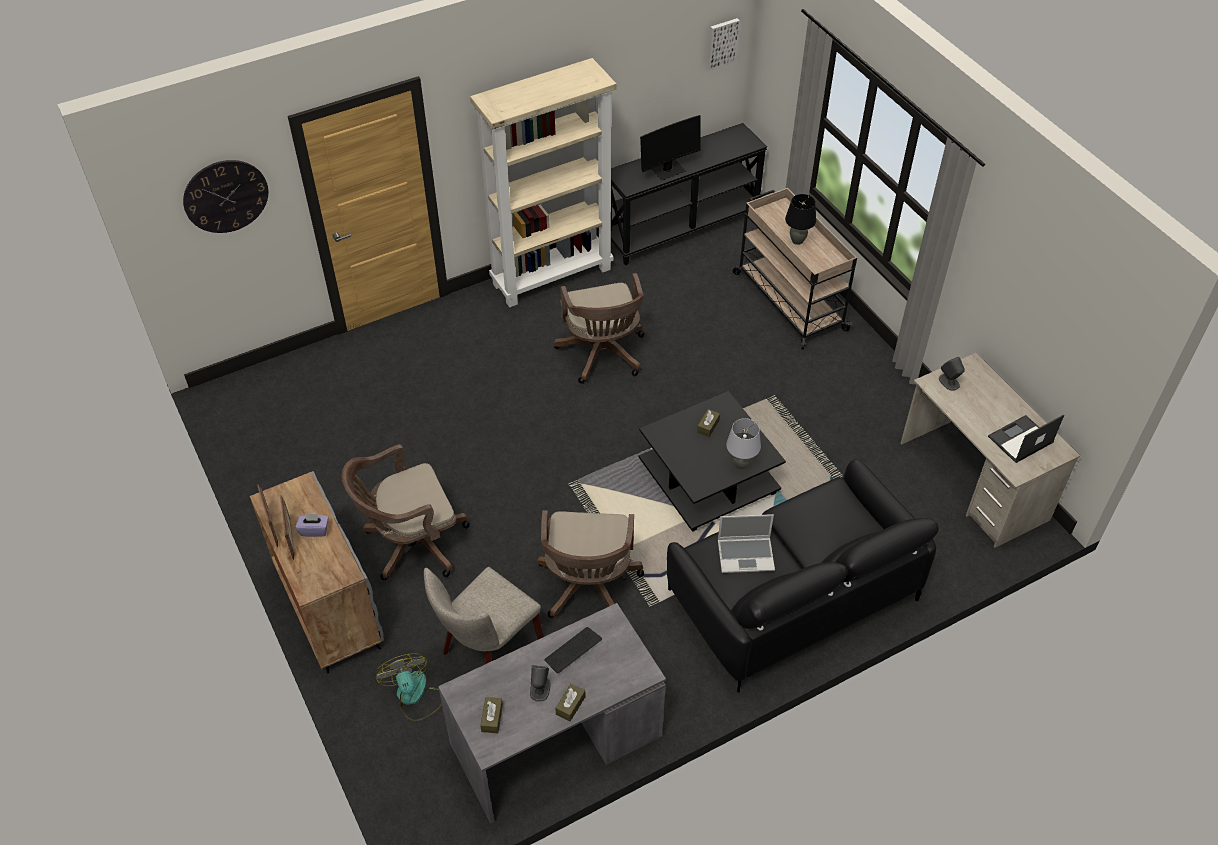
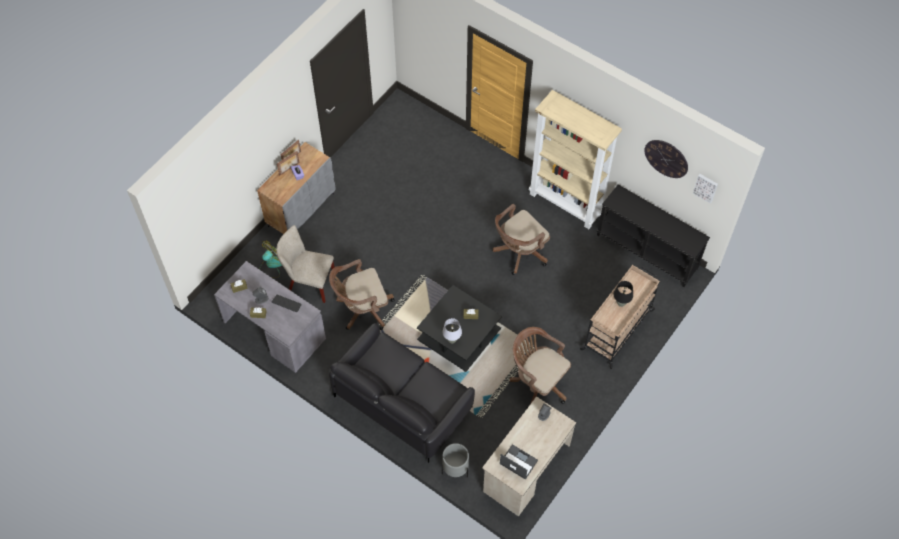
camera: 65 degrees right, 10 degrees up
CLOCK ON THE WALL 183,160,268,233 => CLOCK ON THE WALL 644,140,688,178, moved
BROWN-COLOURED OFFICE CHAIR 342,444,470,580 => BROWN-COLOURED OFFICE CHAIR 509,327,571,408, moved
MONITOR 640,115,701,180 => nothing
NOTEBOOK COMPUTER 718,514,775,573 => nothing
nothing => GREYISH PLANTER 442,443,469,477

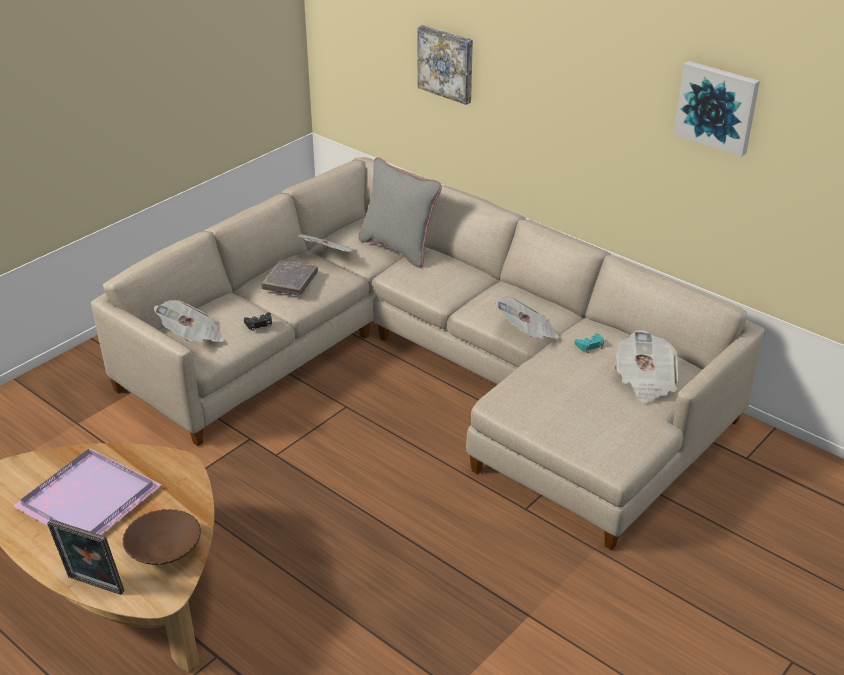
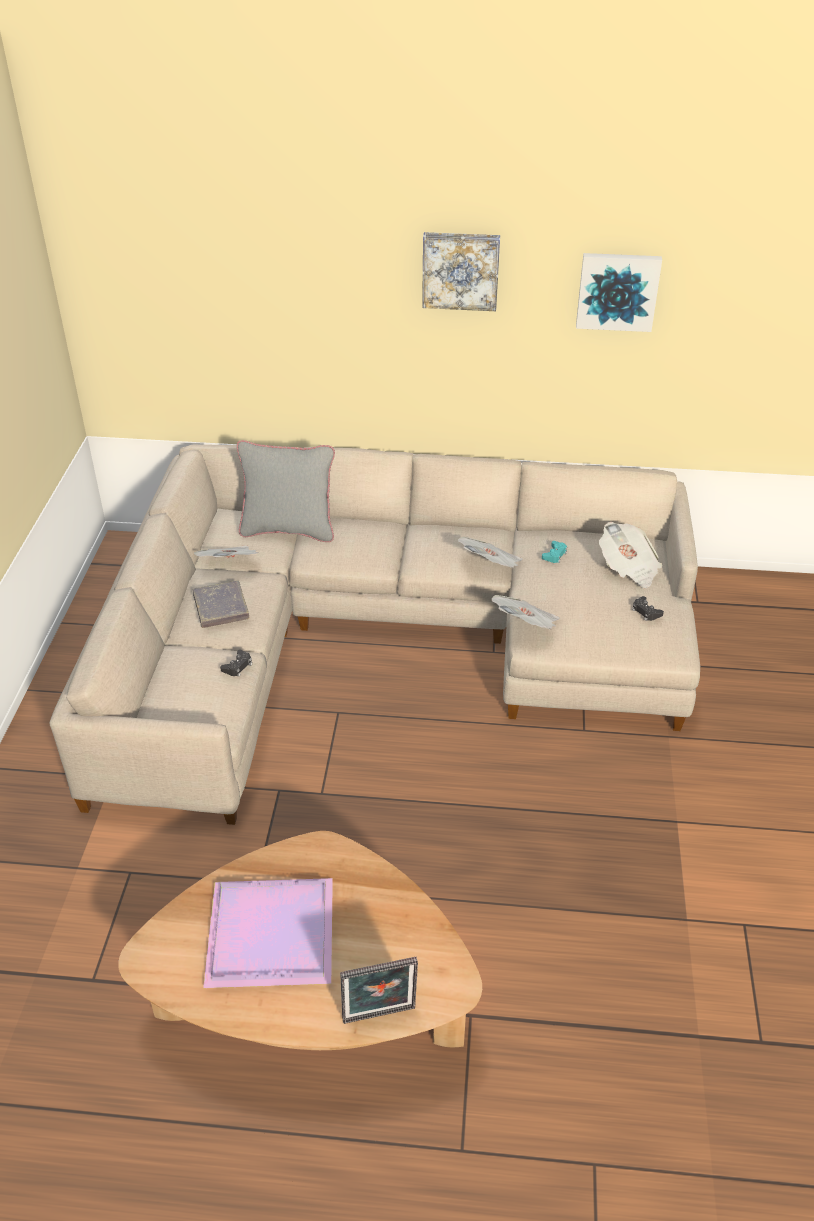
camera: 35 degrees left, 5 degrees up
BROWN-COLOURED BOWL 123,509,201,565 => nothing
NEWSPAPER 154,300,224,343 => NEWSPAPER 492,595,560,630, moved
WALL PICTURE 418,25,473,105 => WALL PICTURE 422,232,500,311, moved
nothing => BLACK GAME CONTROLLER 632,596,664,621

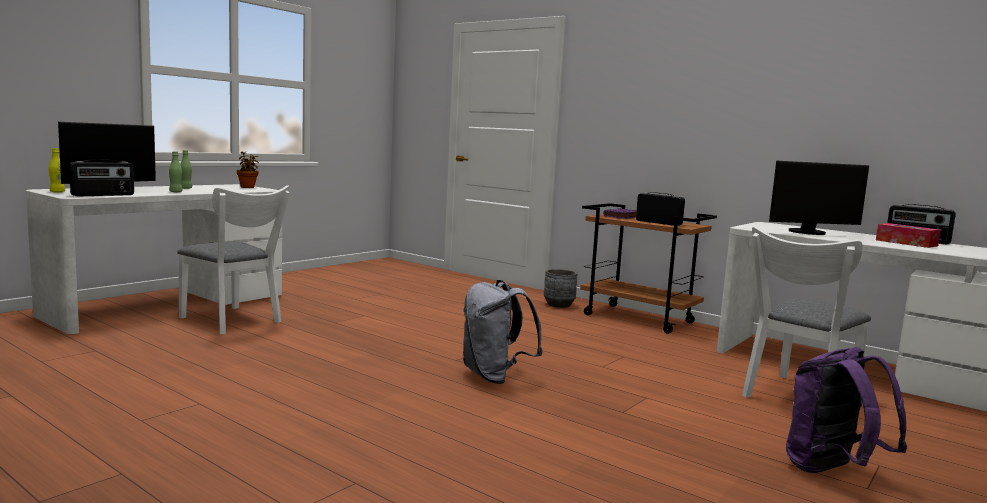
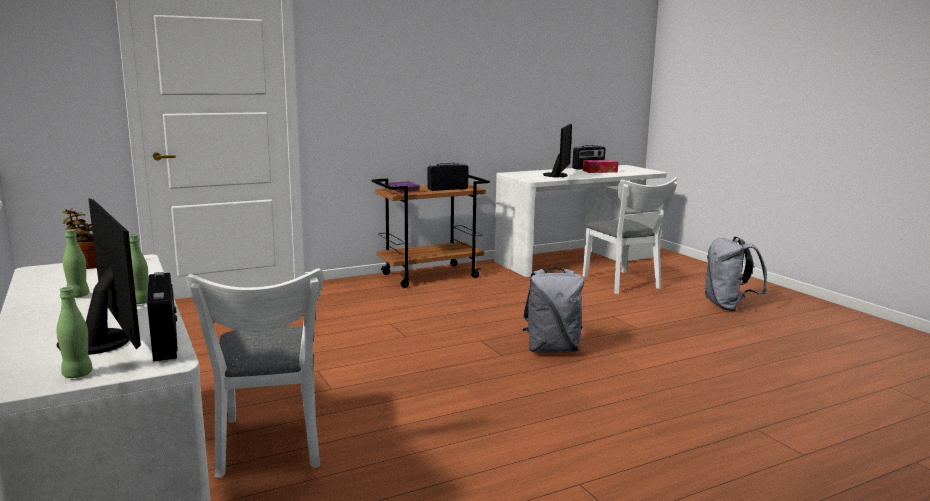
camera: 65 degrees left, 5 degrees up
YELLOWISH BOTTLE 49,148,65,193 => GREENISH BOTTLE 56,287,93,378
WHITISH UPRIGHT CHAIR 177,185,290,335 => WHITISH UPRIGHT CHAIR 186,268,323,478, 105 degrees clockwise
GREYISH PLANTER 544,269,578,308 => nothing
PURPLE BACKPACK 786,347,907,473 => GREYISH BACKPACK 705,237,767,311

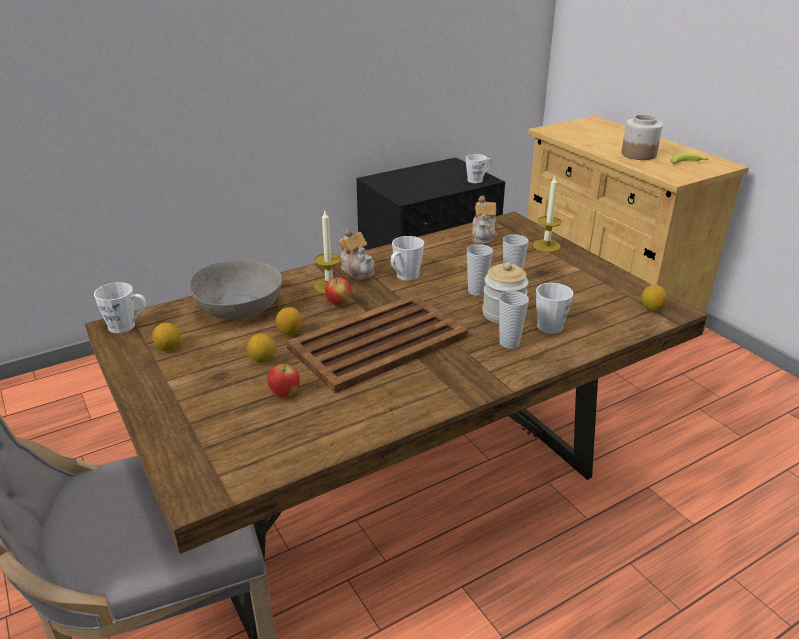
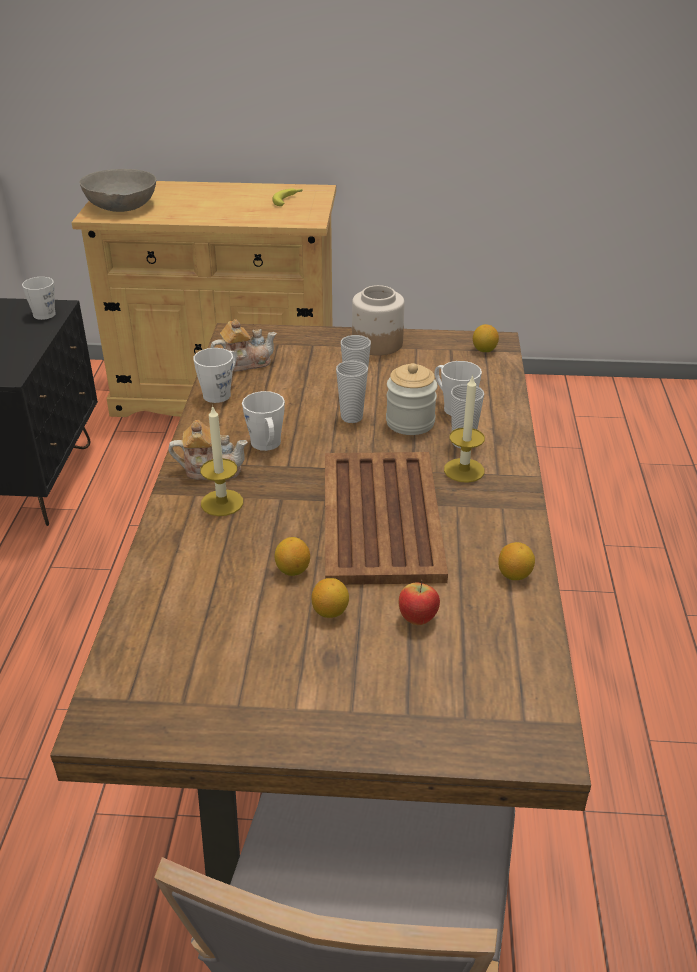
camera: 55 degrees left, 5 degrees up
WHITISH TEA MUG 94,283,146,333 => WHITISH TEA MUG 193,348,237,403, moved
CITRUS FRUIT 152,323,181,352 => CITRUS FRUIT 498,542,535,580, moved
GREYISH BOWL 189,260,282,320 => GREYISH BOWL 80,169,156,212, moved
APPLE 325,277,352,306 => nothing
TEAPOT 471,196,497,244 => TEAPOT 211,319,277,371, 60 degrees counterclockwise
WAX LIGHT 533,176,562,252 => WAX LIGHT 444,375,485,483, moved
PRESERVE JAR 621,114,663,160 => PRESERVE JAR 352,285,405,356, moved

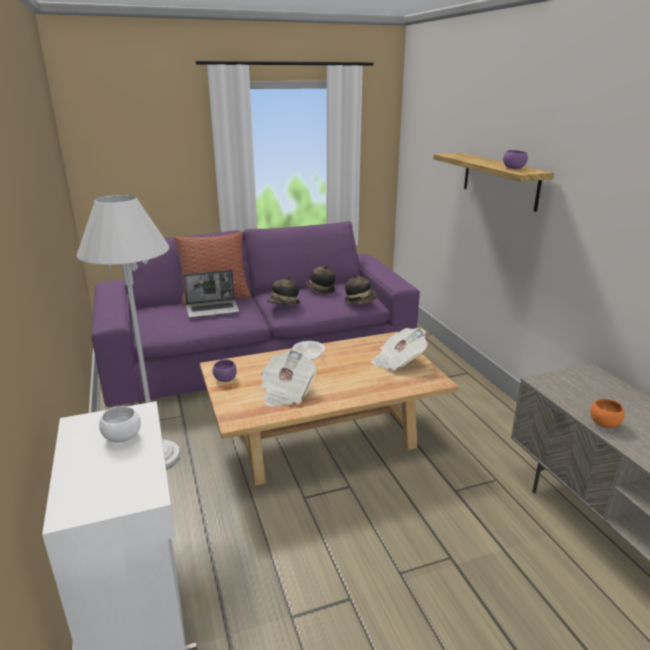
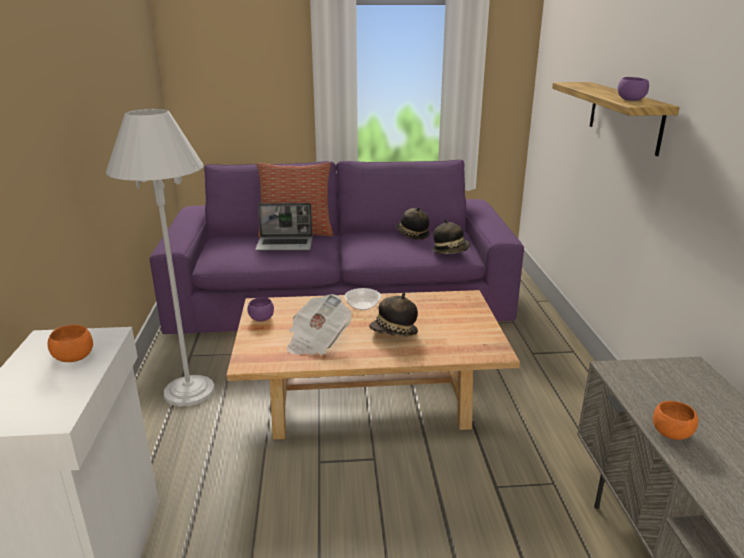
camera: 15 degrees right, 0 degrees up
WHITISH BOWL 99,406,141,442 => ORANGEY BOWL 48,325,93,362
HAT 267,276,300,305 => HAT 369,293,418,336, moved
NEWSPAPER 371,328,428,371 => nothing

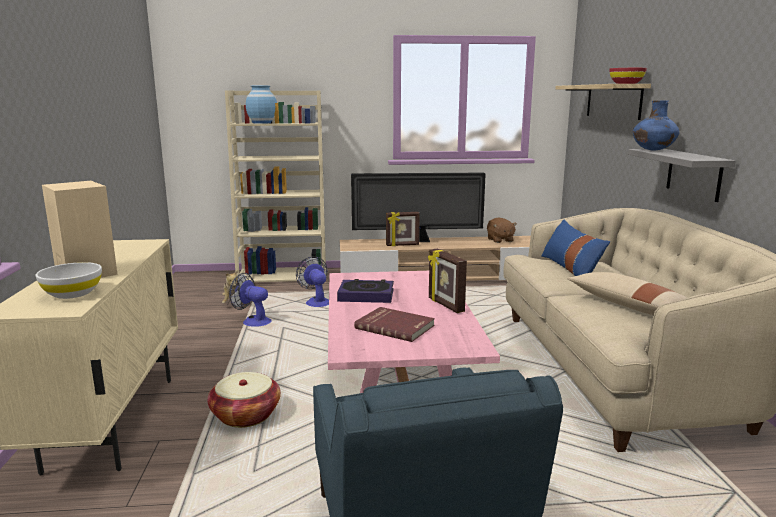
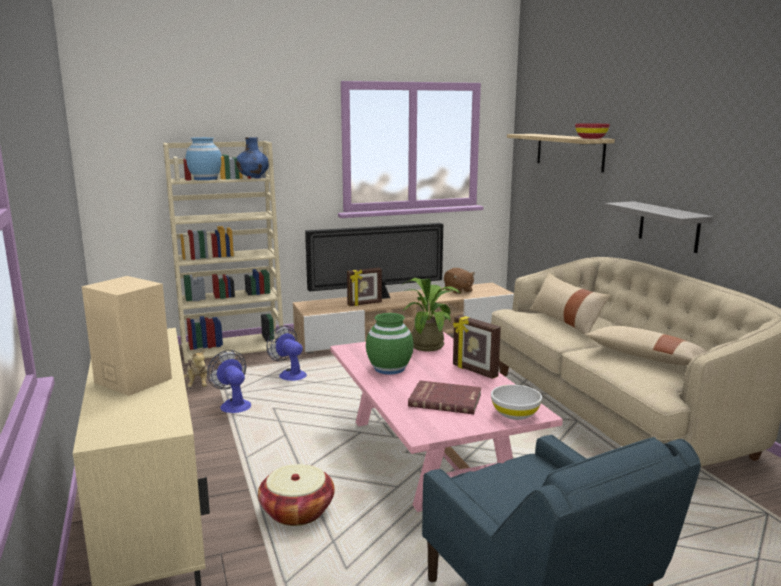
camera: 15 degrees left, 0 degrees up
WHITISH BOWL 36,262,102,299 => WHITISH BOWL 491,385,542,420, moved
COOLING FAN 229,273,272,327 => COOLING FAN 207,350,251,413, 45 degrees clockwise
VOLUME 337,279,394,303 => GREENISH FLOWER VASE 366,313,414,375
BLUE PILLOW 541,220,610,276 => BEIGE PILLOW 530,273,610,335
BLUE FLOWER VASE 633,100,679,150 => BLUE FLOWER VASE 236,137,269,178, moved
nothing => HOUSEPLANT 402,278,462,351

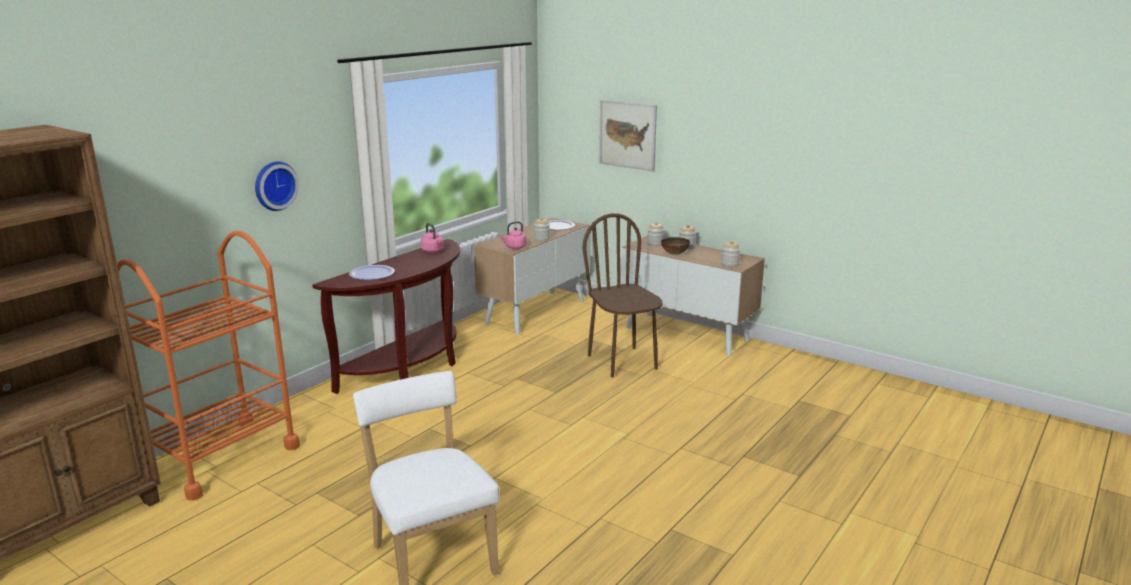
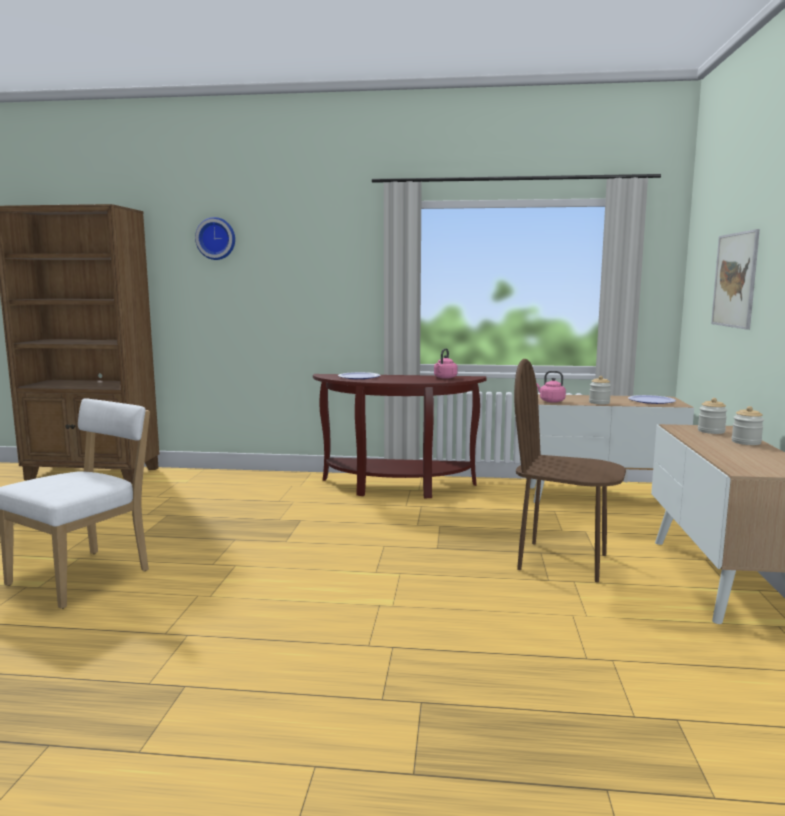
camera: 60 degrees right, 10 degrees down
ORANGEY CART 117,231,300,501 => nothing
CLOCK ON THE WALL 255,162,299,211 => CLOCK ON THE WALL 195,217,235,260, moved
BROWN-COLOURED UPRIGHT CHAIR 582,213,663,378 => BROWN-COLOURED UPRIGHT CHAIR 514,359,626,582, 105 degrees counterclockwise
BOWL 661,237,690,255 => nothing
PRESERVE JAR 721,241,740,267 => nothing

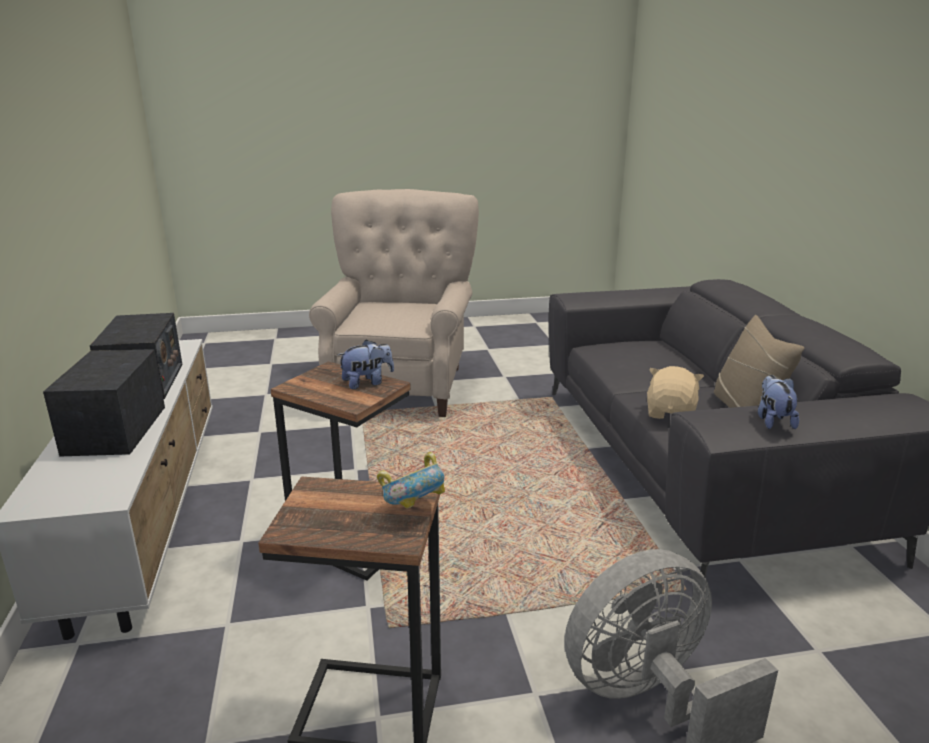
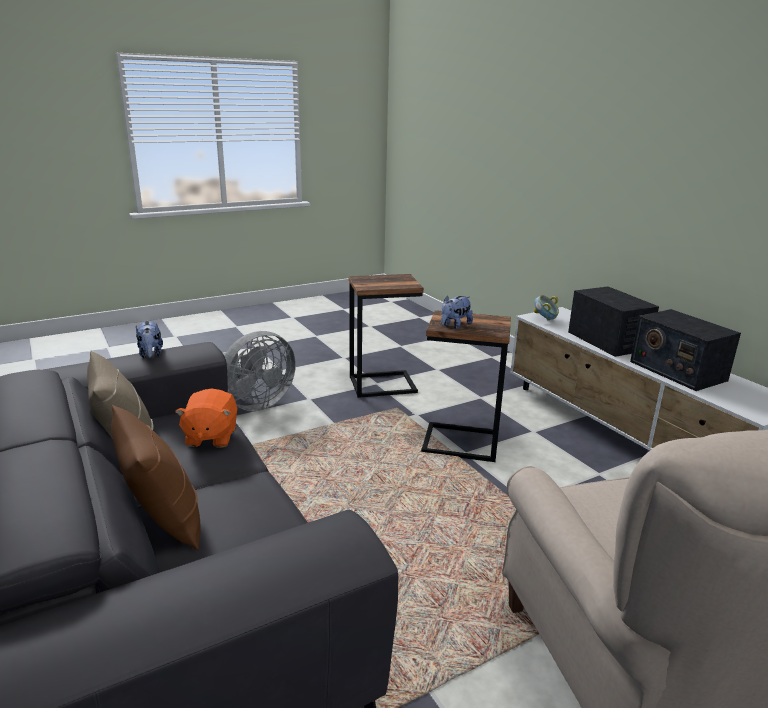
camera: 160 degrees right, 0 degrees up
BOWL 377,452,445,509 => BOWL 534,295,559,321, moved
BEIGE CUDDLY TOY 647,366,704,419 => ORANGEY CUDDLY TOY 175,389,237,448
nothing => BROWN-COLOURED PILLOW 111,405,201,550

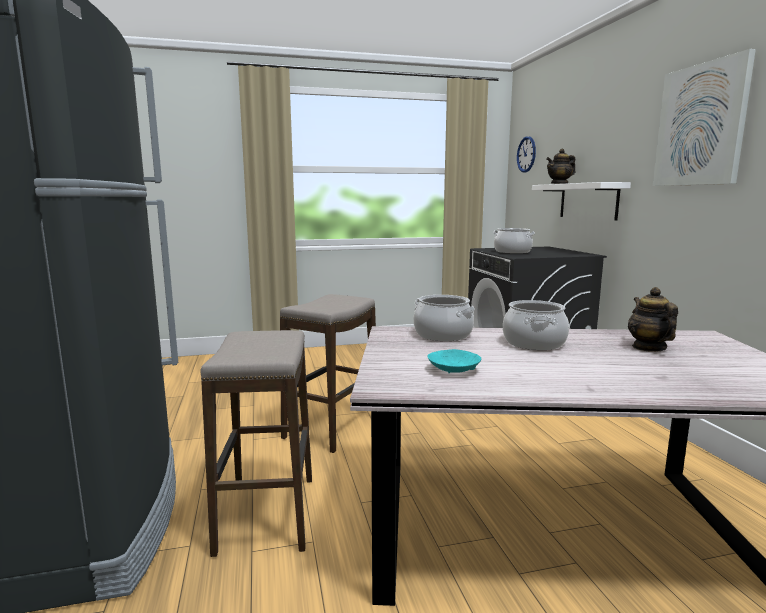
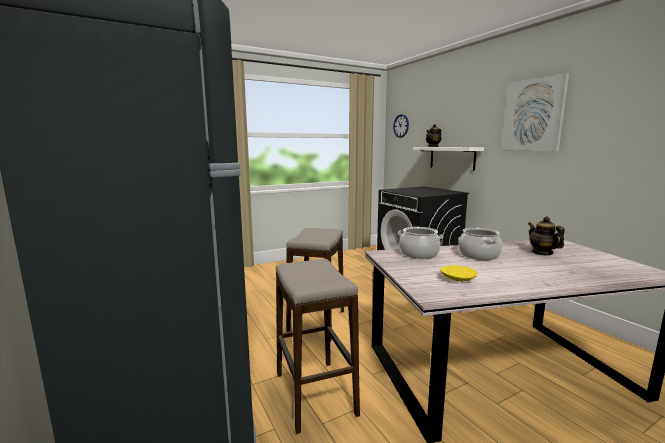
camera: 15 degrees left, 0 degrees up
TURQUOISE-COLOURED BOWL 427,349,481,374 => YELLOWISH BOWL 440,265,478,282
SAUCEPOT 493,228,535,254 => nothing

